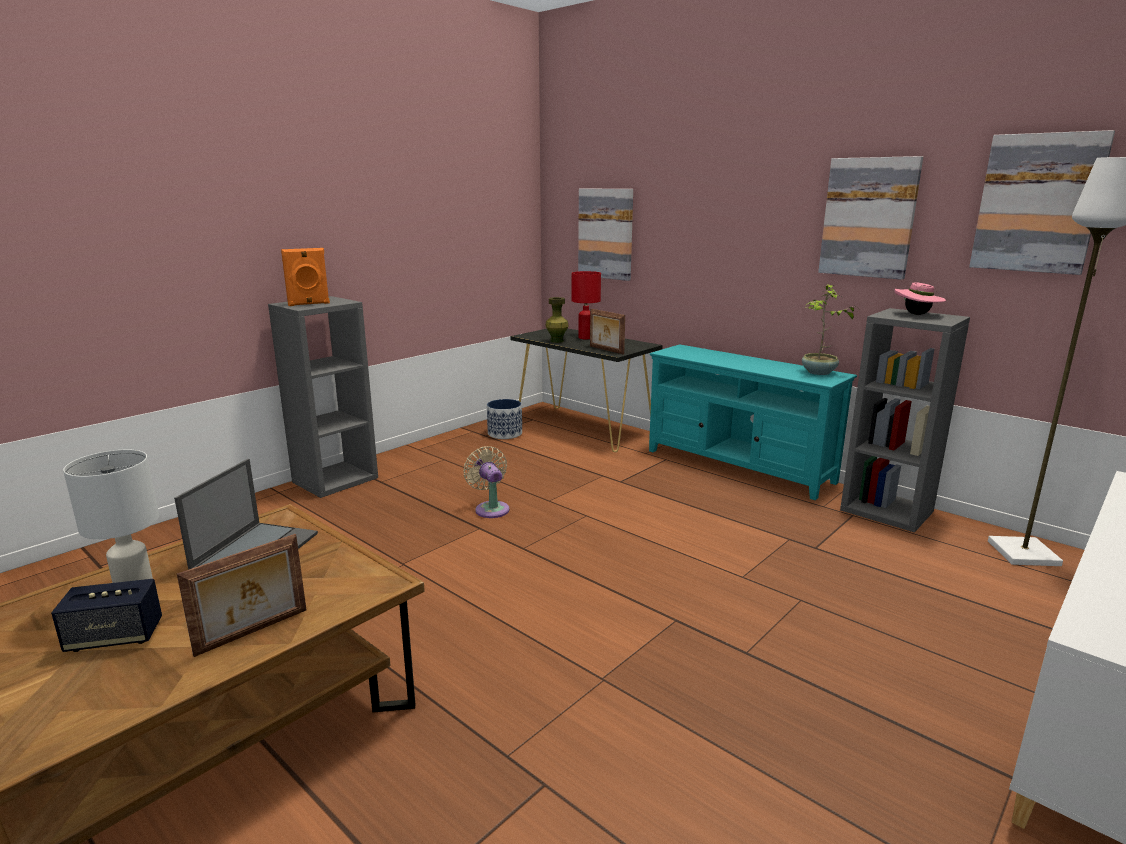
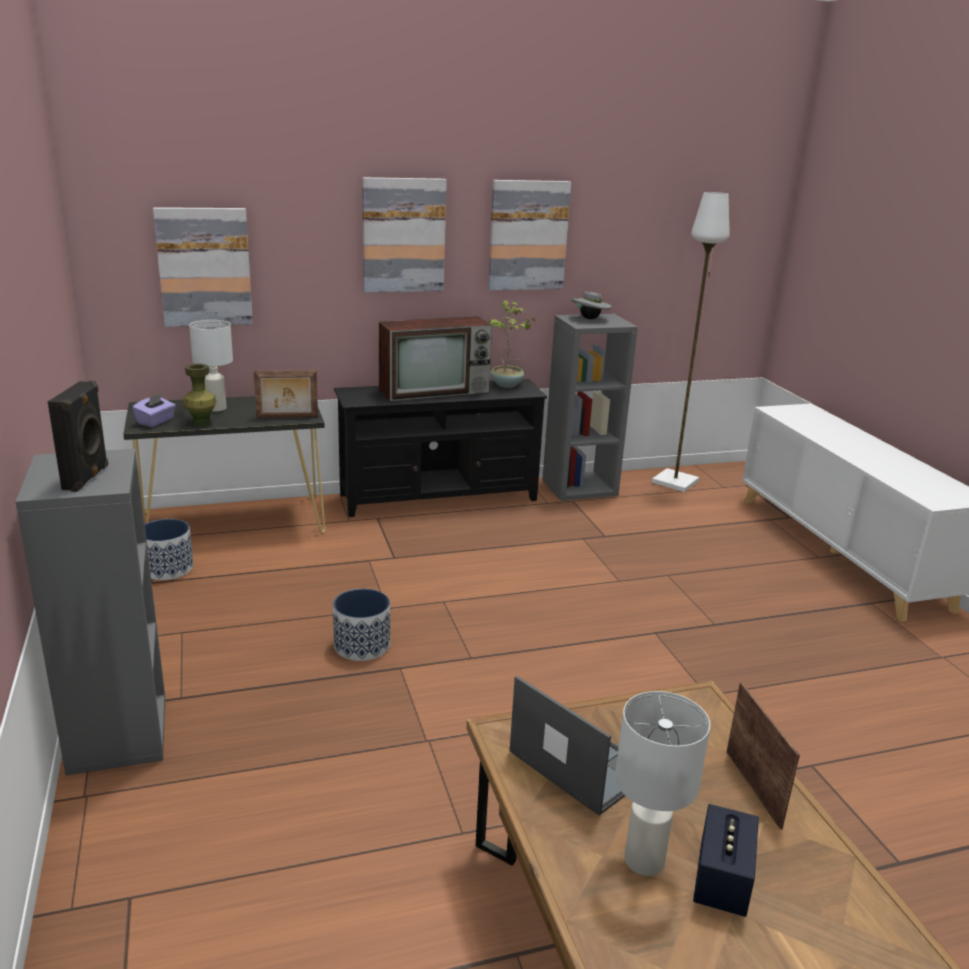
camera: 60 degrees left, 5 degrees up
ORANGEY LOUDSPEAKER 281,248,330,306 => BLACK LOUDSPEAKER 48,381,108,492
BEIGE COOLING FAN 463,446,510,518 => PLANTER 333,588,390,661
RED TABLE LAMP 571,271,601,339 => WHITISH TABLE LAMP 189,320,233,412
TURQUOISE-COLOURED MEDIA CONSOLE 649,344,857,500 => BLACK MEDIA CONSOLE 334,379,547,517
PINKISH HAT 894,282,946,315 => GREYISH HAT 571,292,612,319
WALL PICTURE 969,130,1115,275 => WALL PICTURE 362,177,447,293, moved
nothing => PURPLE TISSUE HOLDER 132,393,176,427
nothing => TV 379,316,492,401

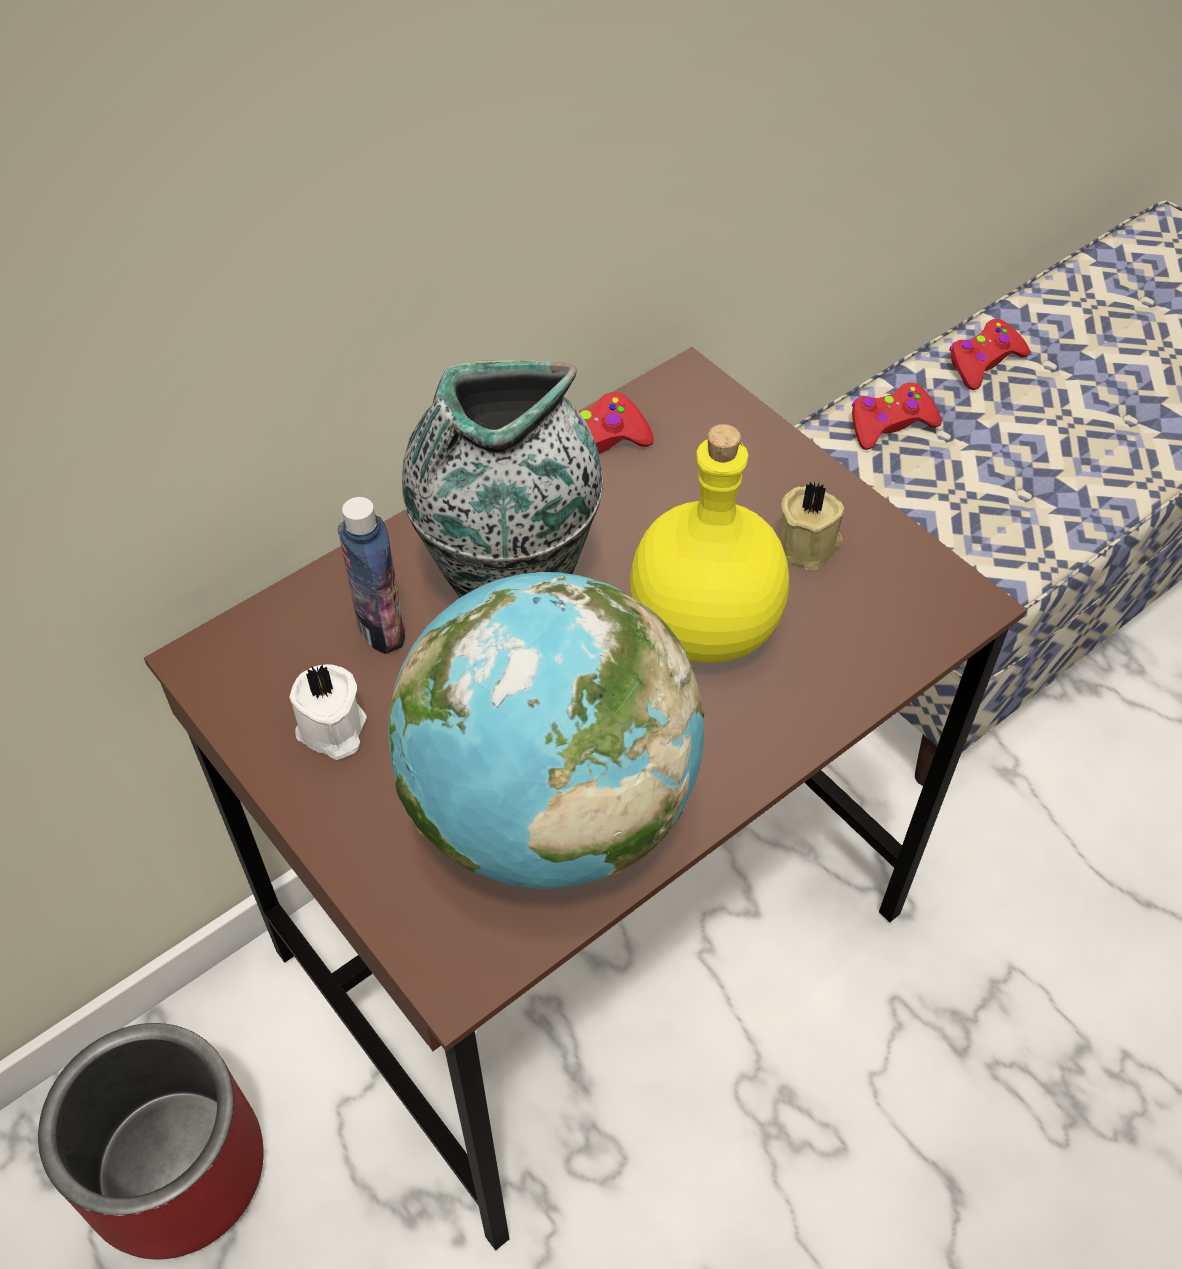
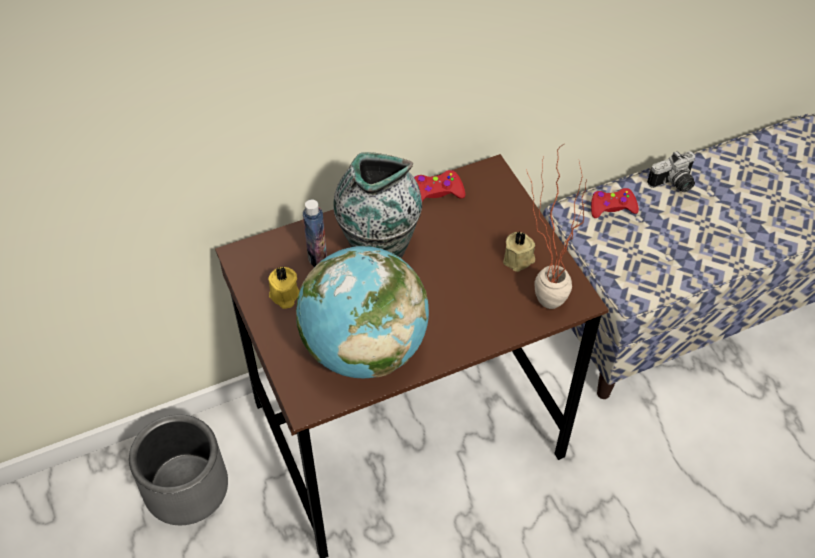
camera: 15 degrees right, 0 degrees up
RED PLANTER 38,1023,264,1259 => GREYISH PLANTER 129,414,228,525
WHITISH WAX LIGHT 289,664,367,760 => YELLOWISH WAX LIGHT 268,266,299,309
YELLOWISH BOTTLE 630,424,789,663 => nothing
RED GAME CONTROLLER 949,319,1030,390 => PHOTO CAMERA 647,151,696,192
nothing => HOUSEPLANT 526,144,588,309

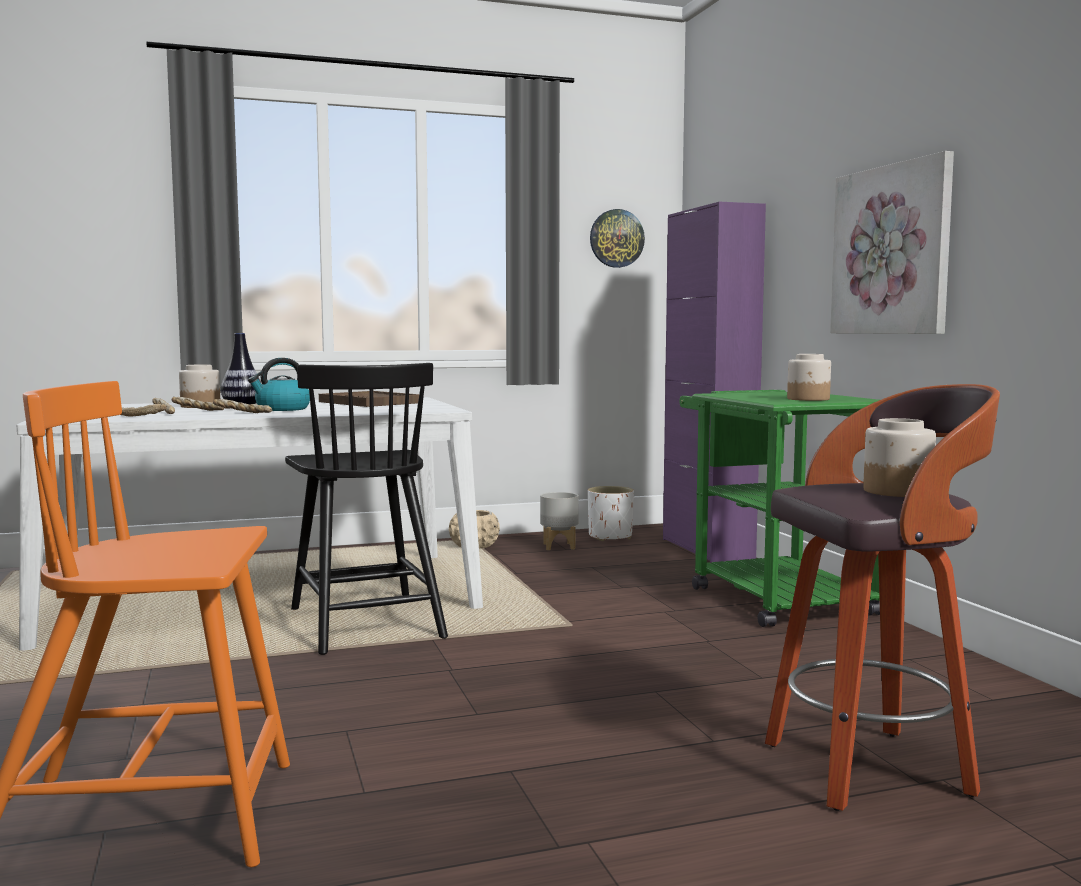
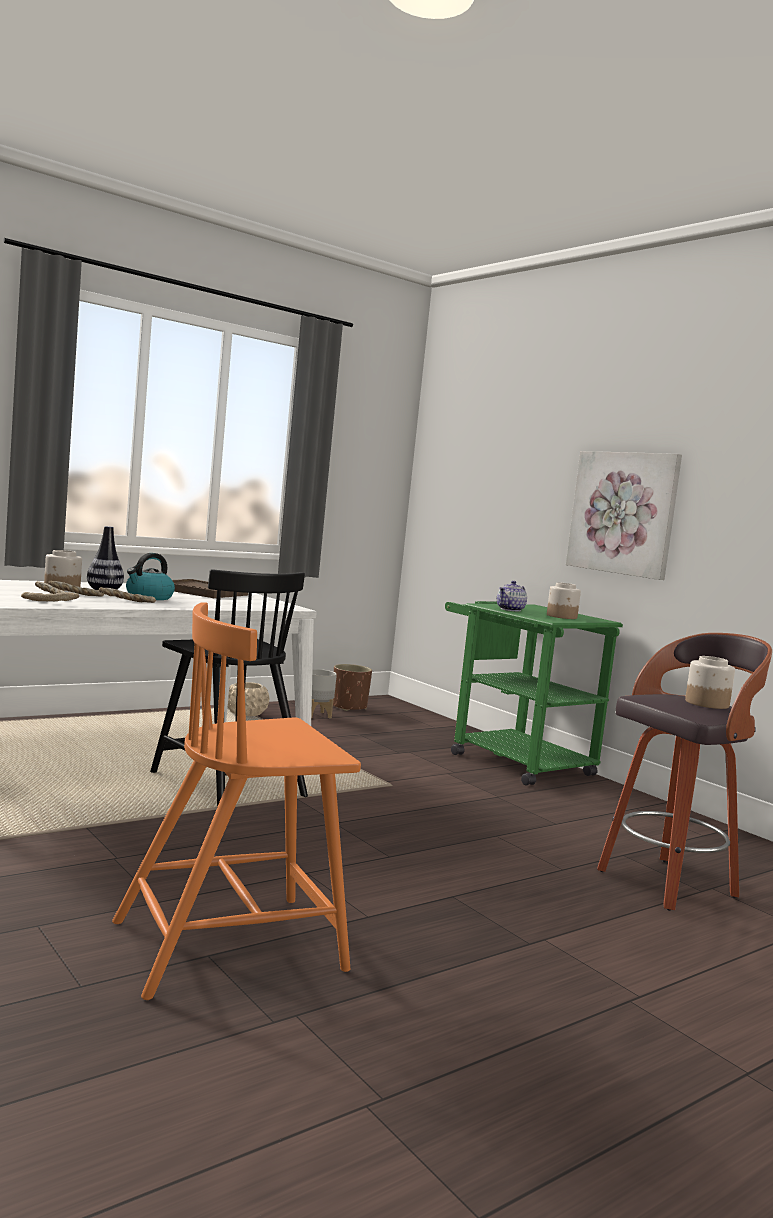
camera: 20 degrees left, 0 degrees up
WHITISH PLANTER 588,486,634,541 => BROWN-COLOURED PLANTER 333,664,372,711
CLOCK ON THE WALL 590,209,645,268 => nothing
PURPLE CUPBOARD 663,202,766,563 => nothing
nothing => TEAPOT 497,581,527,611

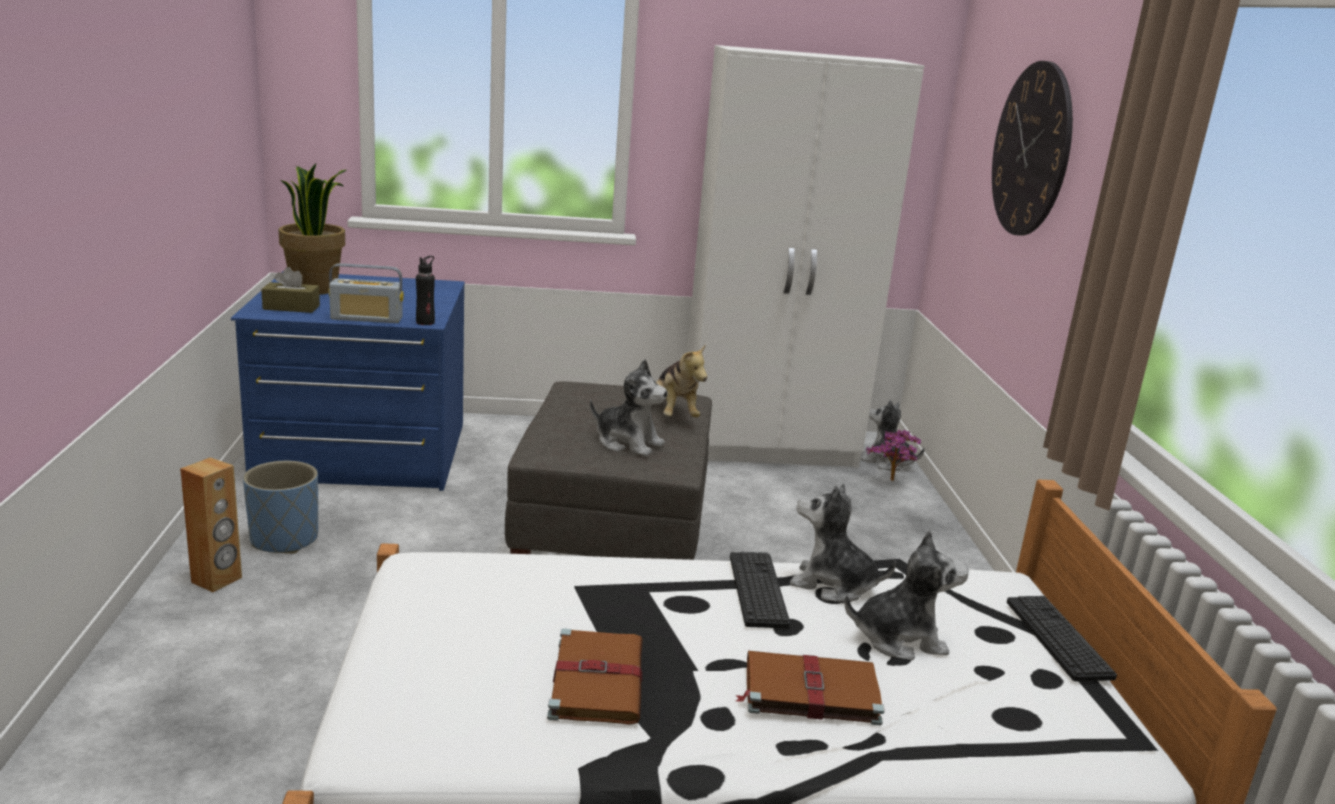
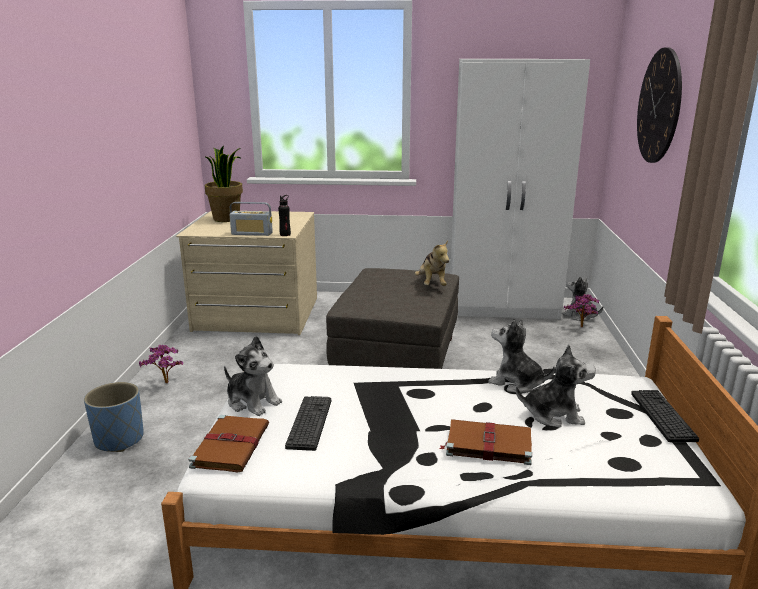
camera: 10 degrees right, 0 degrees up
BROWN-COLOURED LOUDSPEAKER 180,457,242,592 => HOUSEPLANT 139,344,183,383
BLUE DRESSER 231,271,465,491 => BEIGE DRESSER 176,211,317,335
BLUE PLANTER 243,461,318,554 => BLUE PLANTER 84,382,144,452, moved
BROWN-COLOURED TISSUE HOLDER 261,267,320,313 => nothing
BROWN-COLOURED VOLUME 547,629,643,725 => BROWN-COLOURED VOLUME 188,415,269,472, moved
CUDDLY TOY 590,359,668,457 => CUDDLY TOY 224,336,282,416, moved
COMPUTER KEYBOARD 730,552,790,628 => COMPUTER KEYBOARD 285,396,331,451, moved

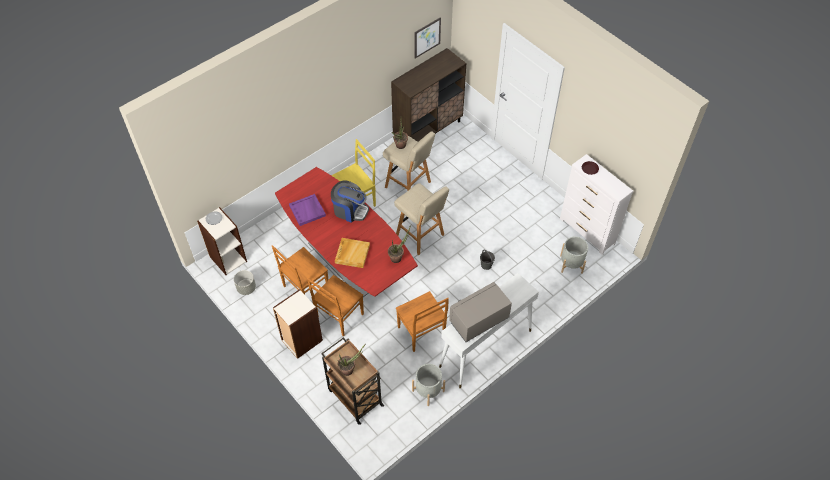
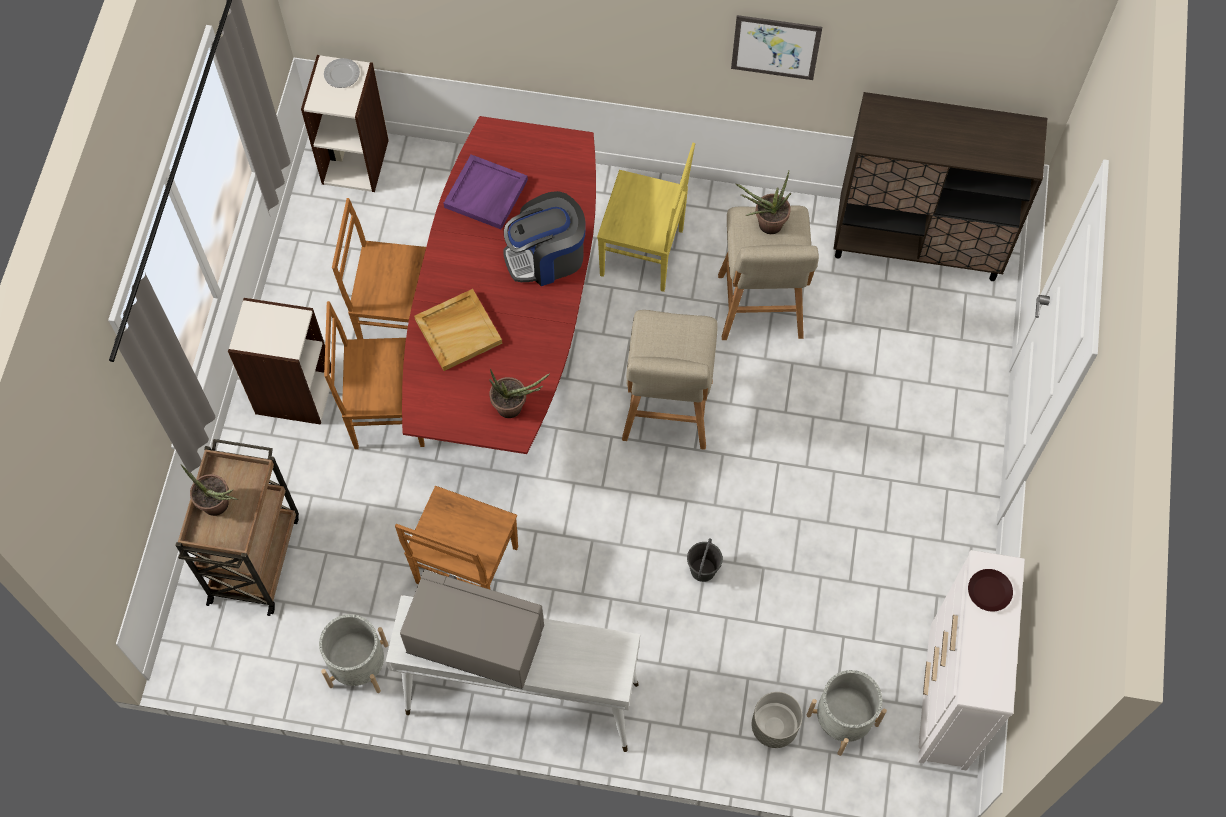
camera: 50 degrees right, 10 degrees up
GREYISH PLANTER 234,270,256,295 => GREYISH PLANTER 752,692,802,748, moved
COFFEE MACHINE 331,180,369,223 => COFFEE MACHINE 503,191,586,286, 90 degrees clockwise
WALL PICTURE 414,17,441,59 => WALL PICTURE 731,15,822,80, moved

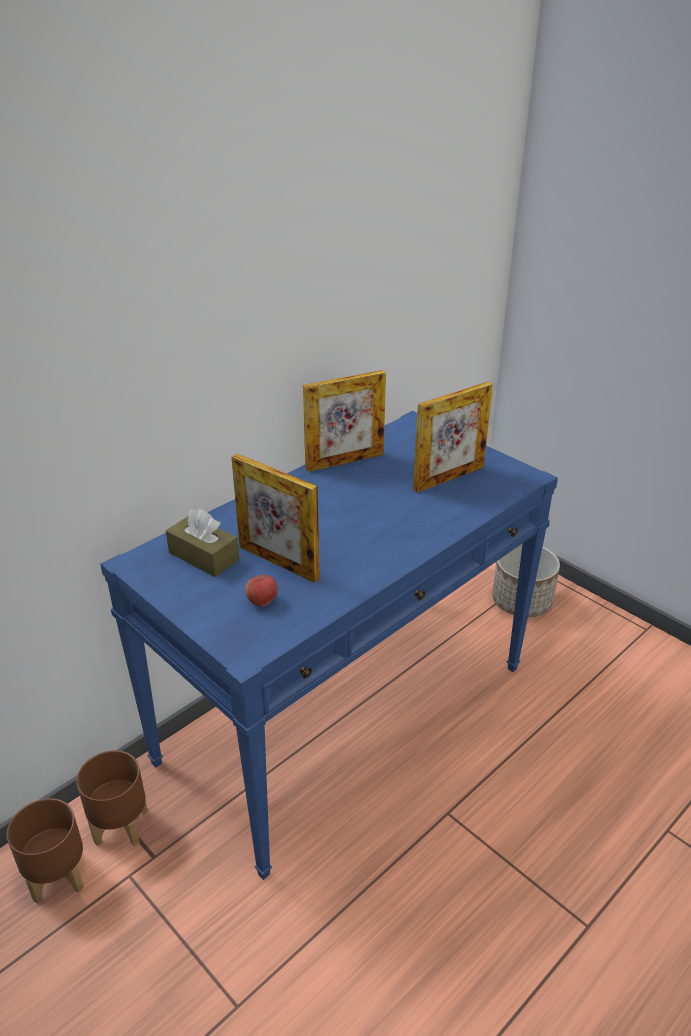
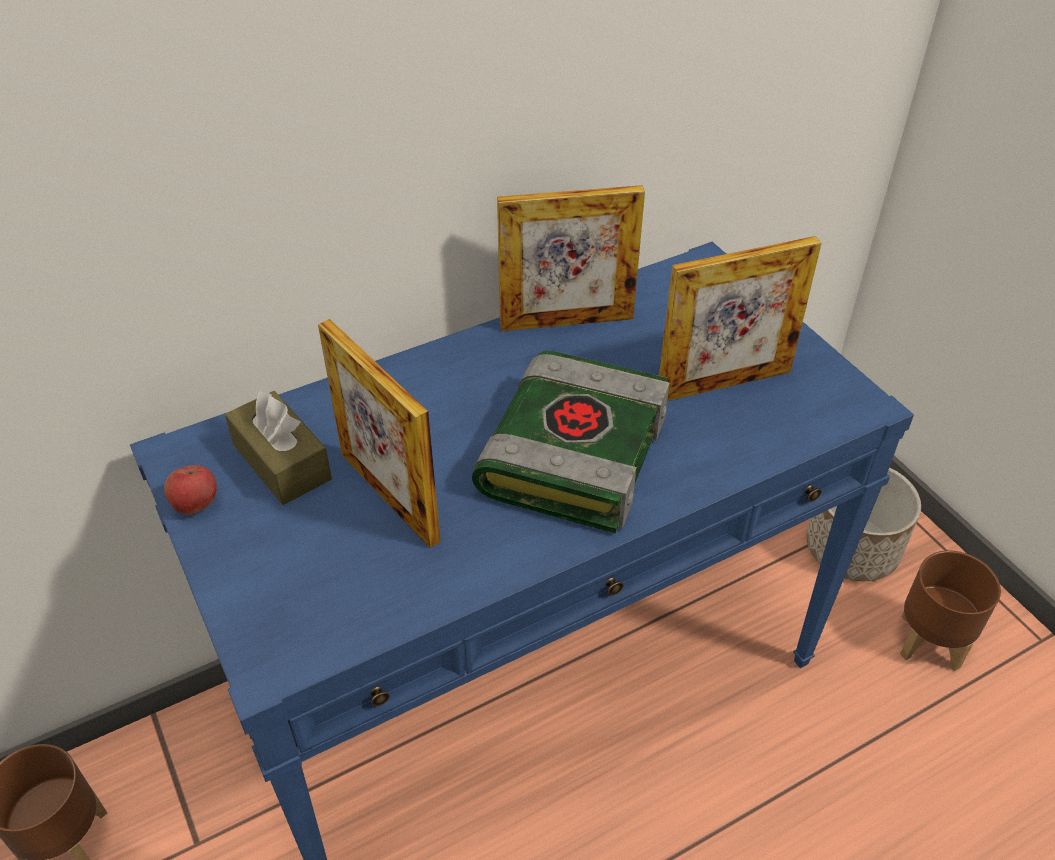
camera: 15 degrees right, 10 degrees up
BROWN-COLOURED PLANTER 76,750,147,846 => BROWN-COLOURED PLANTER 900,550,1001,671, moved
APPLE 245,575,278,607 => APPLE 164,465,217,515, moved
nothing => VOLUME 472,351,670,533

